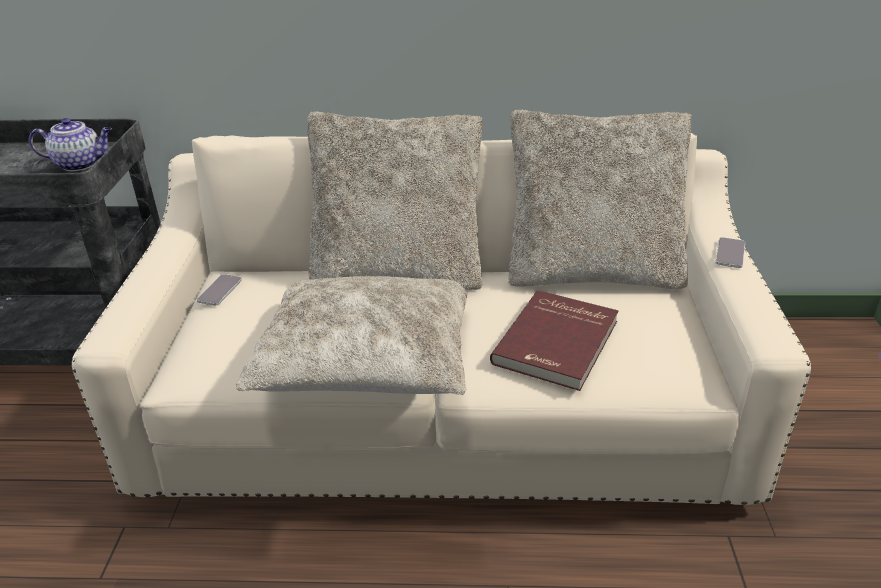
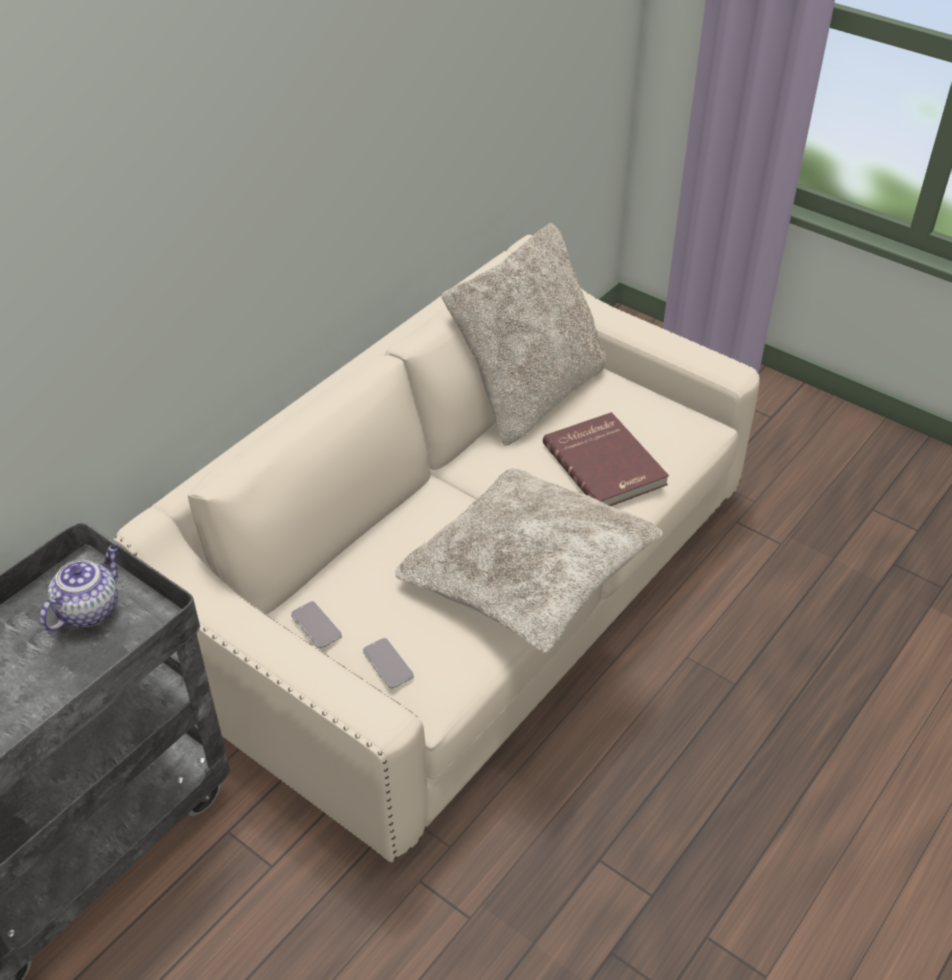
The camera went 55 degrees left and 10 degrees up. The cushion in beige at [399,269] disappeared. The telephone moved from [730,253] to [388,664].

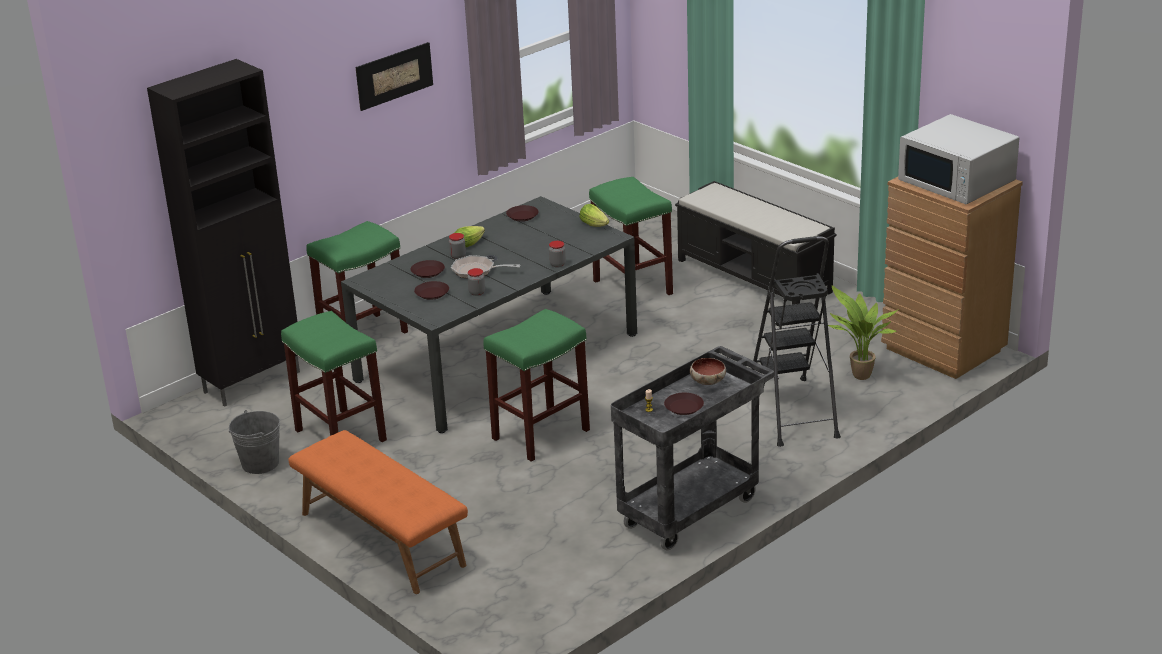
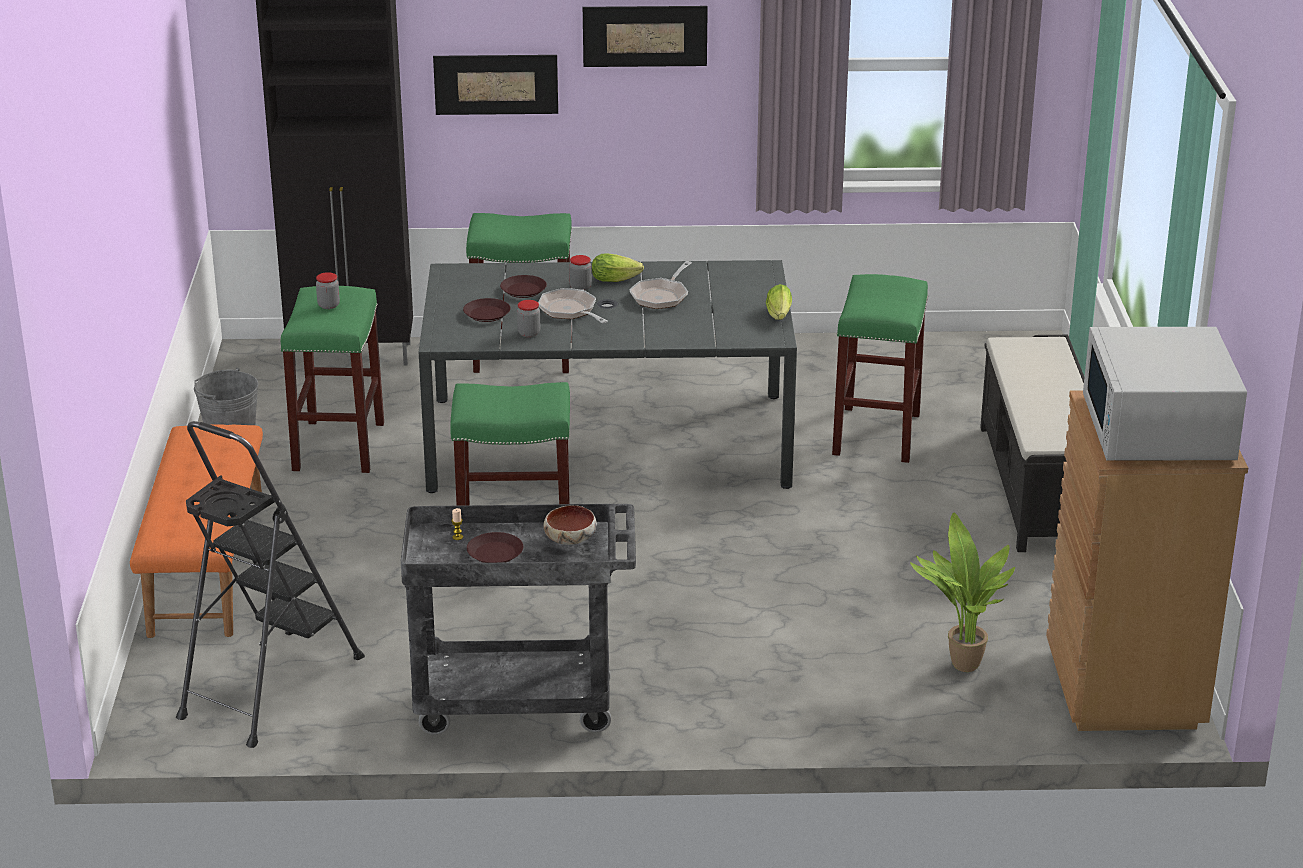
The camera went 40 degrees right and 0 degrees up. The flat dish in brown-coloured at [522,216] disappeared. The jar moved from [557,264] to [328,305]. The step ladder moved from [792,412] to [270,687]. The wall picture at [496,84] appeared. The skillet at [661,296] appeared.

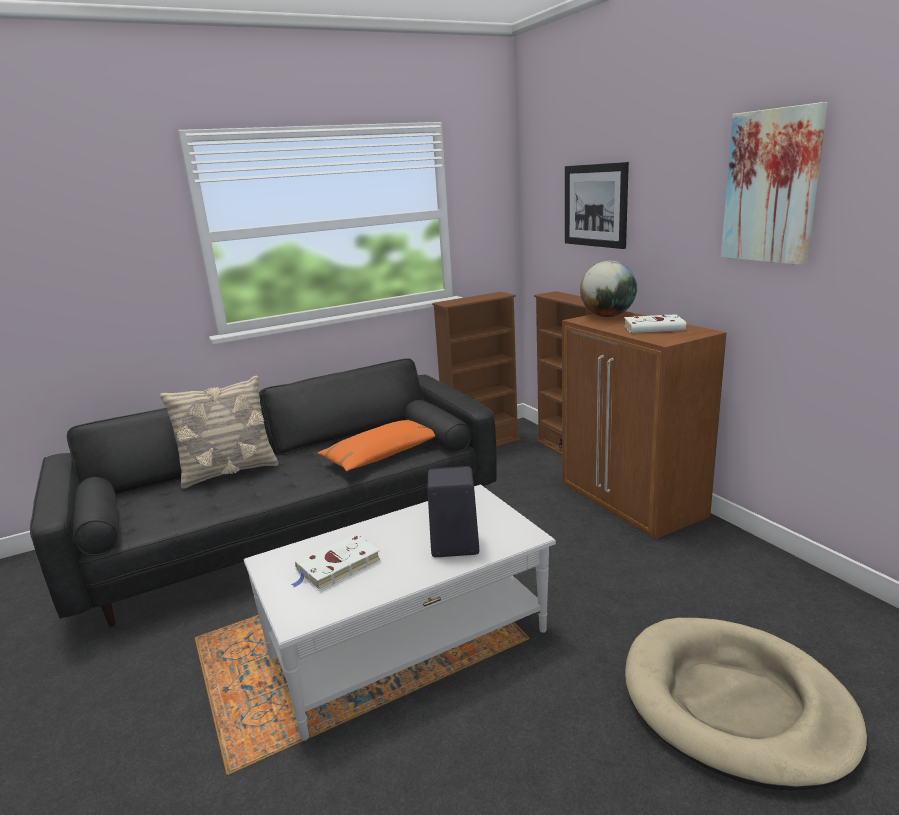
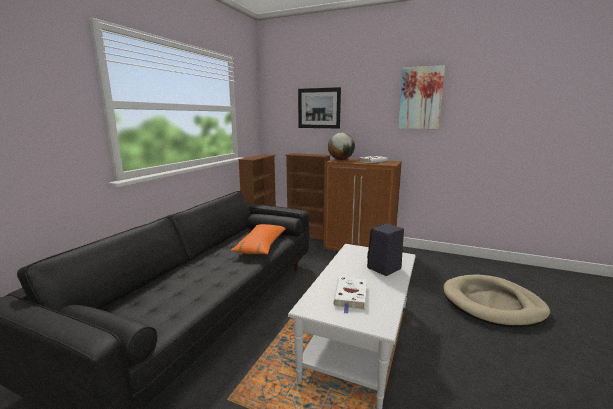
The camera went 40 degrees left and 5 degrees down. The cushion in beige at [229,472] disappeared.

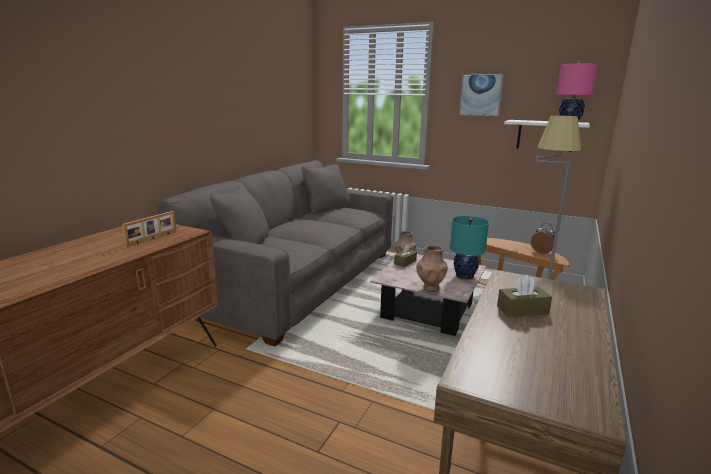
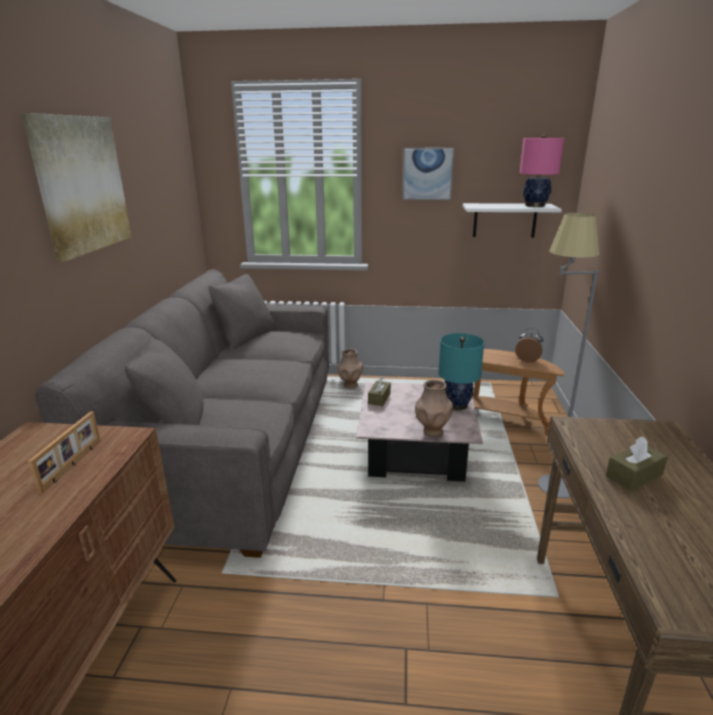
The camera went 20 degrees left and 5 degrees up. The wall picture at [81,185] appeared.

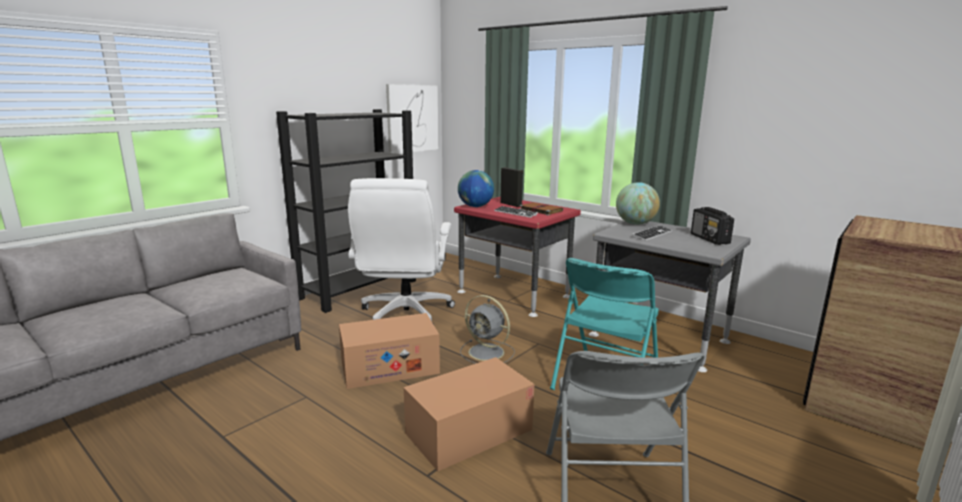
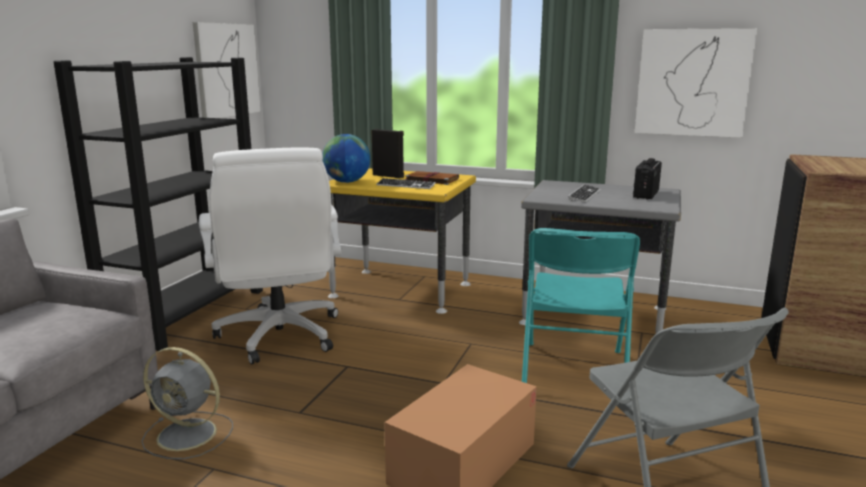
The camera went 20 degrees left and 0 degrees up. The cardboard box at [389,367] disappeared. The desk unit in red-coloured at [514,294] became the desk unit in yellow-coloured at [401,289]. The cooling fan in greyish moved from [487,353] to [189,435]. The desk globe at [635,224] disappeared. The radio set at [710,239] turned 60 degrees clockwise. The wall picture at [692,82] appeared.

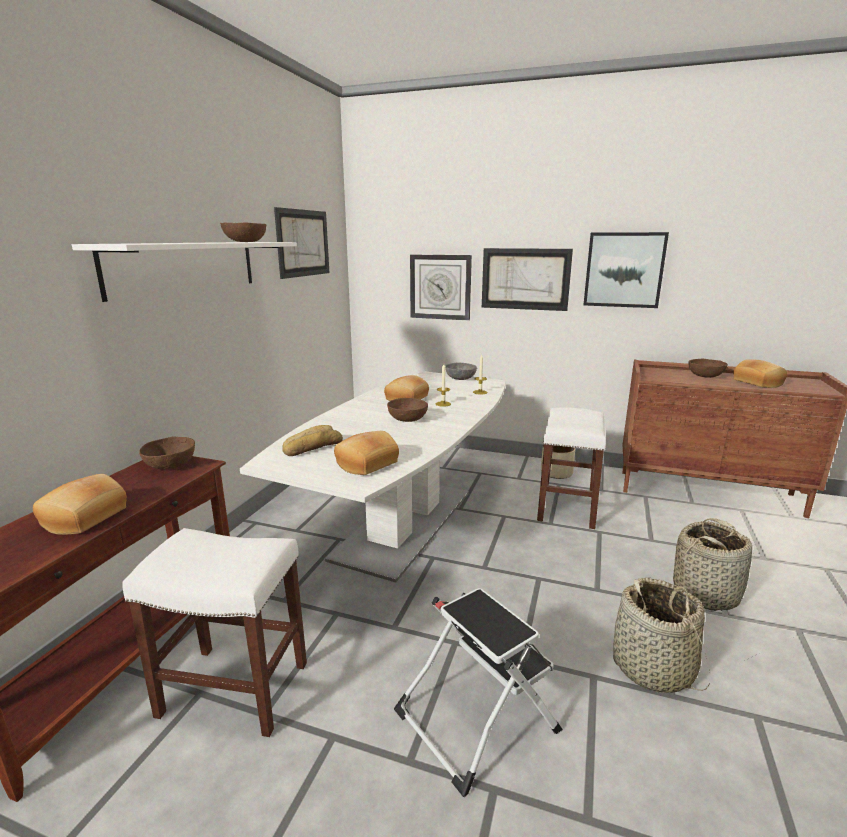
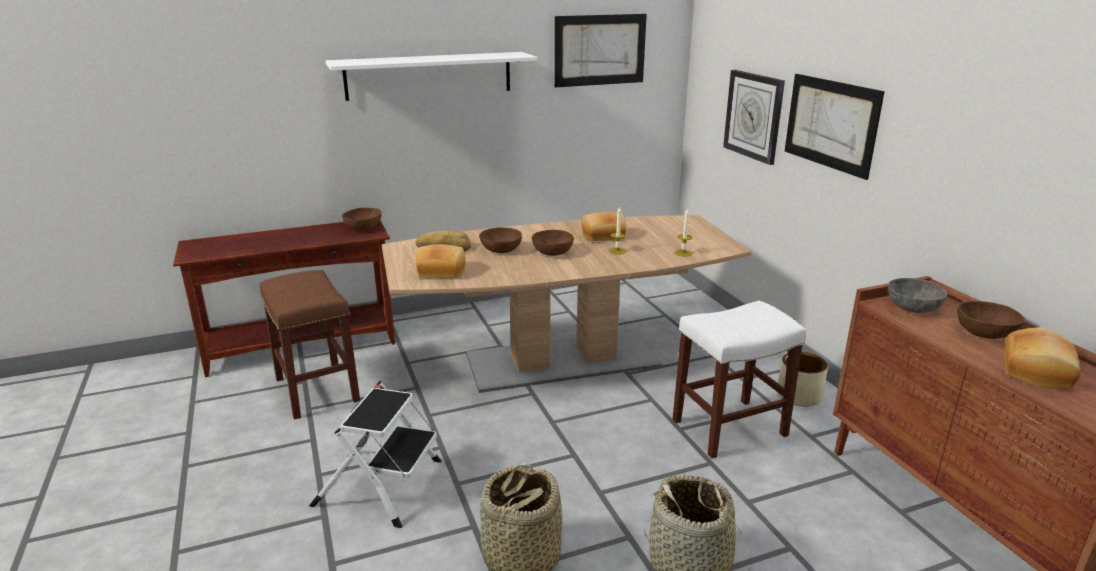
The camera went 50 degrees right and 5 degrees up. The bakery bread at [86,518] disappeared. The stool seat in white-coloured at [232,689] became the stool seat in brown-coloured at [316,389]. The serving bowl in brown-coloured moved from [245,242] to [500,250]. The dining table in white-coloured at [405,523] became the dining table in brown-coloured at [563,360]. The serving bowl in greyish moved from [460,378] to [912,308]. The wall picture at [624,270] disappeared.

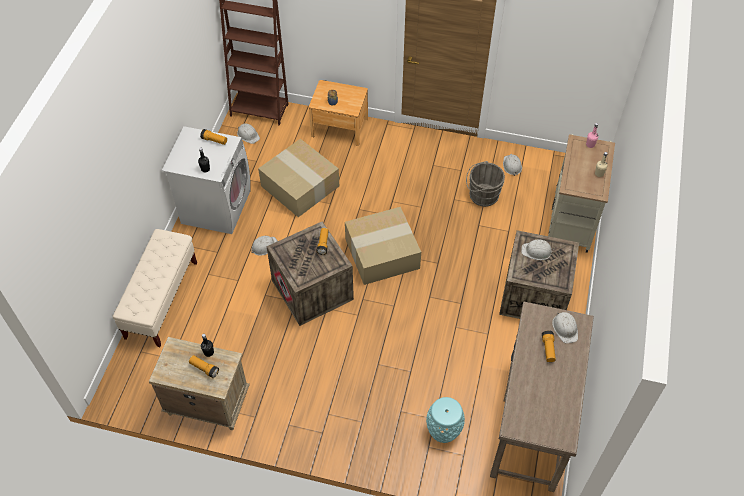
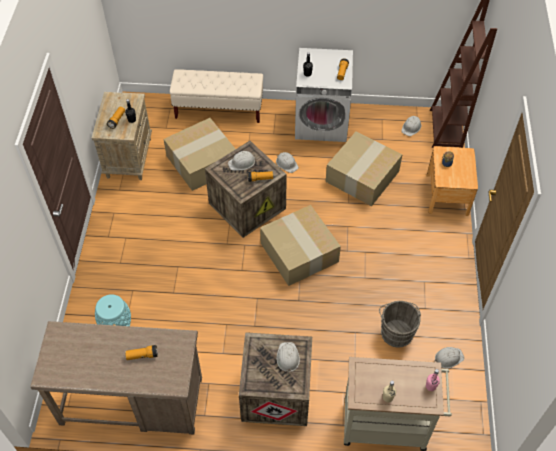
The camera went 80 degrees right and 0 degrees up. The hard hat in white-coloured moved from [565,328] to [242,163]. The cardboard box at [202,161] appeared.

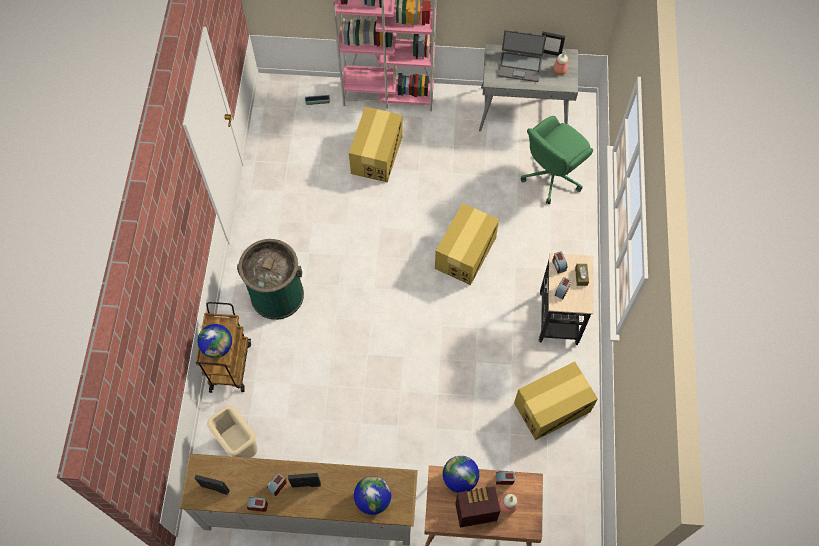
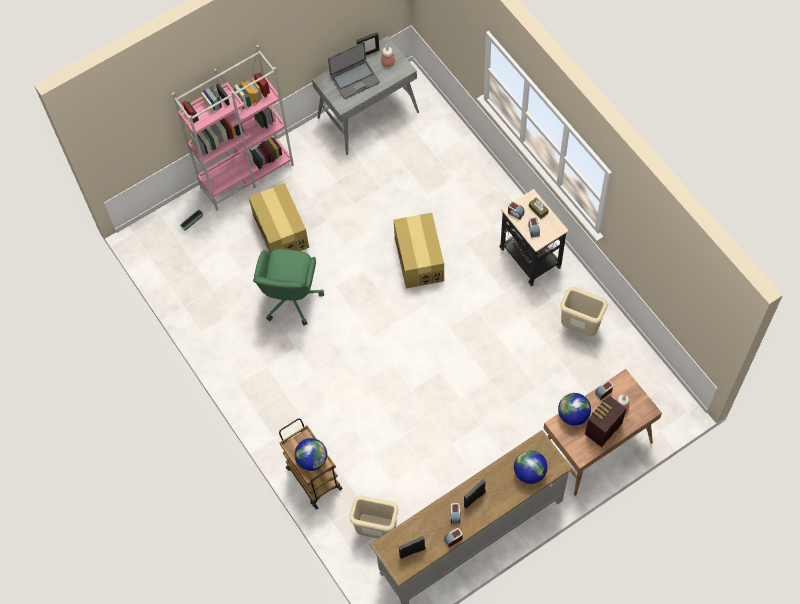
The camera went 35 degrees left and 0 degrees up. The trash can in green-coloured at [277,295] disappeared. The cardboard box at [552,407] was replaced by the trash can in beige at [580,327]. The computer chair in green-coloured moved from [551,178] to [291,300].

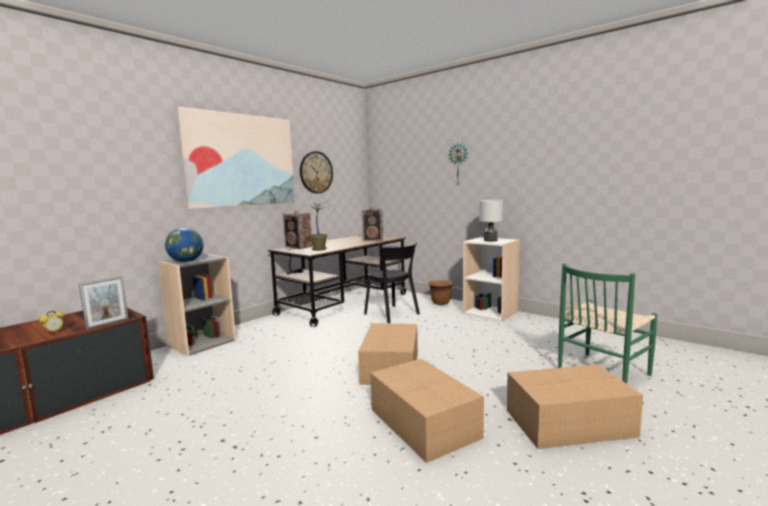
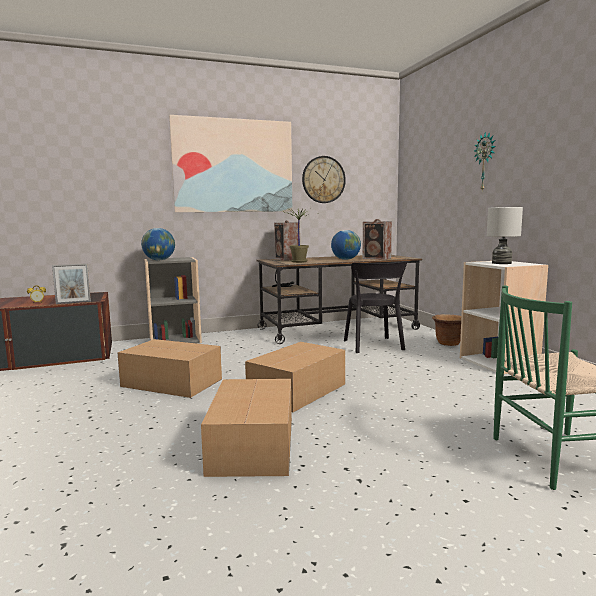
The camera went 30 degrees right and 0 degrees up. The cardboard box moved from [567,422] to [171,382]. The desk globe at [345,259] appeared.

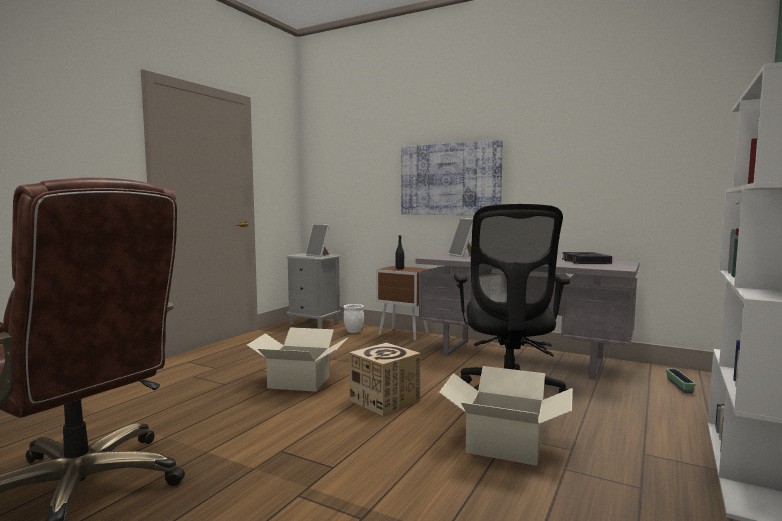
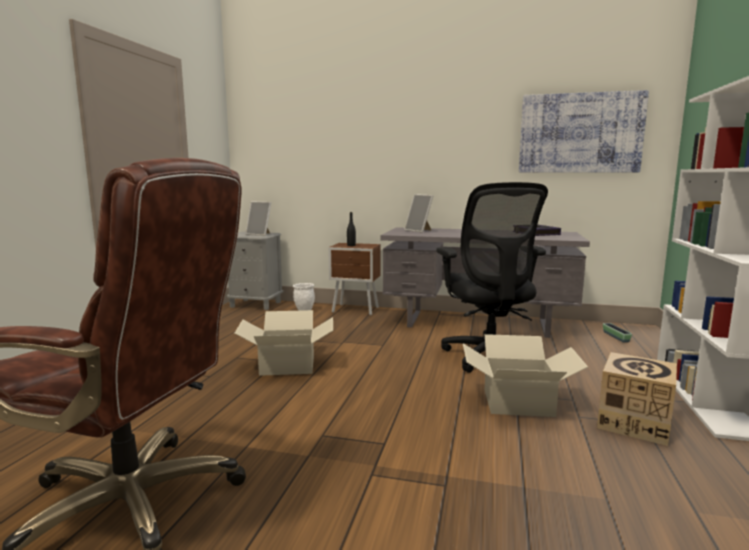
The camera went 15 degrees left and 5 degrees up. The cardboard box moved from [384,401] to [633,423]. The wall picture moved from [450,179] to [579,133].

